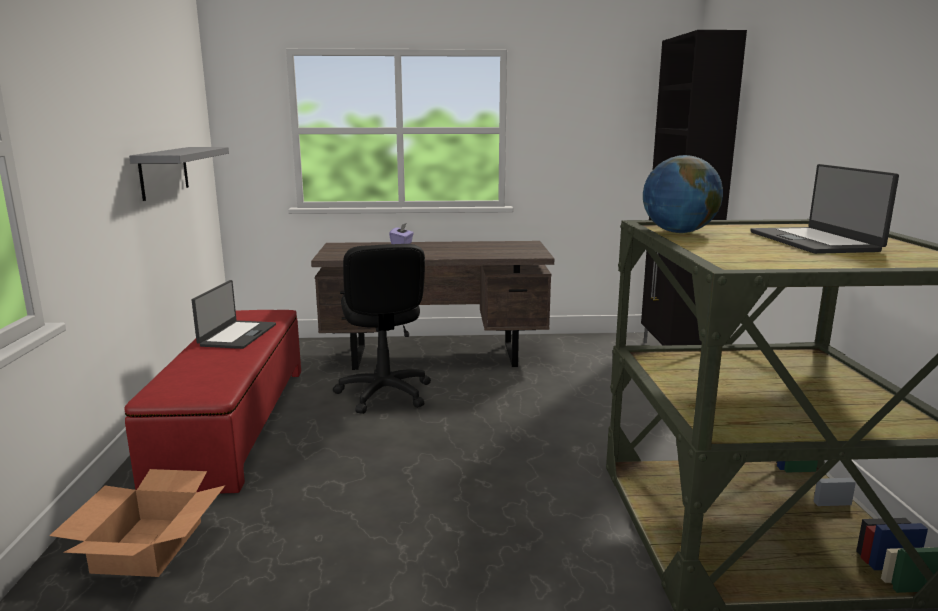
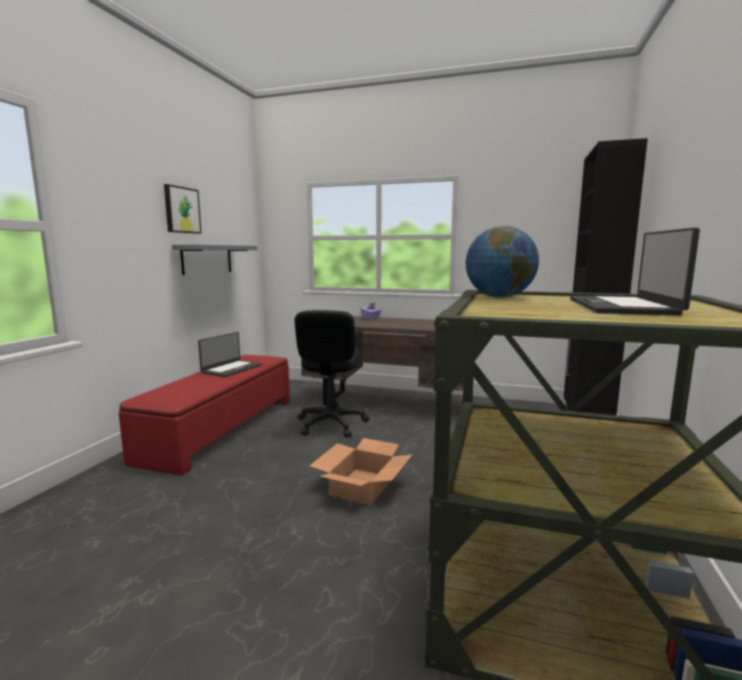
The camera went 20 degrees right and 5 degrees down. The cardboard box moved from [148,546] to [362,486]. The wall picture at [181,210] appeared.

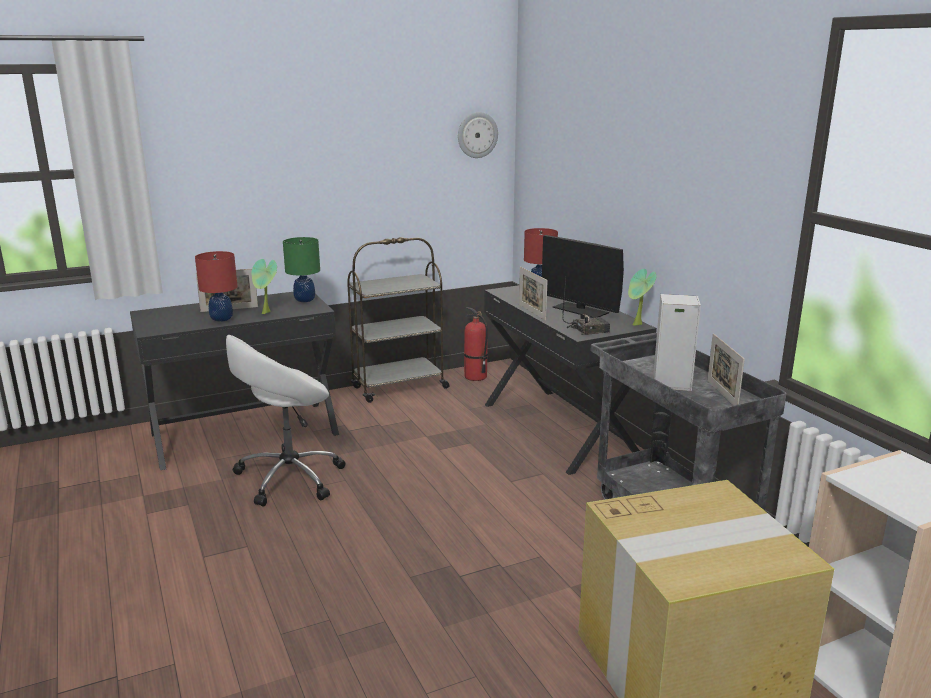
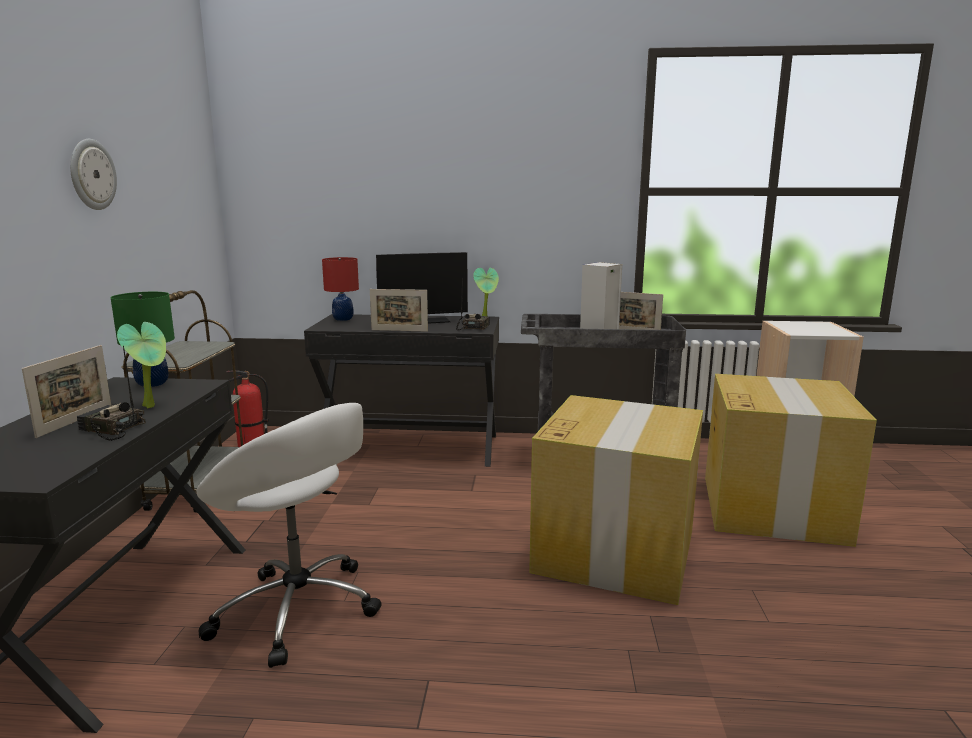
The camera went 60 degrees left and 5 degrees down. The tabletop lamp in red-coloured at [222,319] was replaced by the radio set at [111,429]. The computer chair in white-coloured at [287,478] turned 45 degrees counterclockwise. The hanging clock moved from [477,135] to [92,174]. The cardboard box at [615,550] appeared.

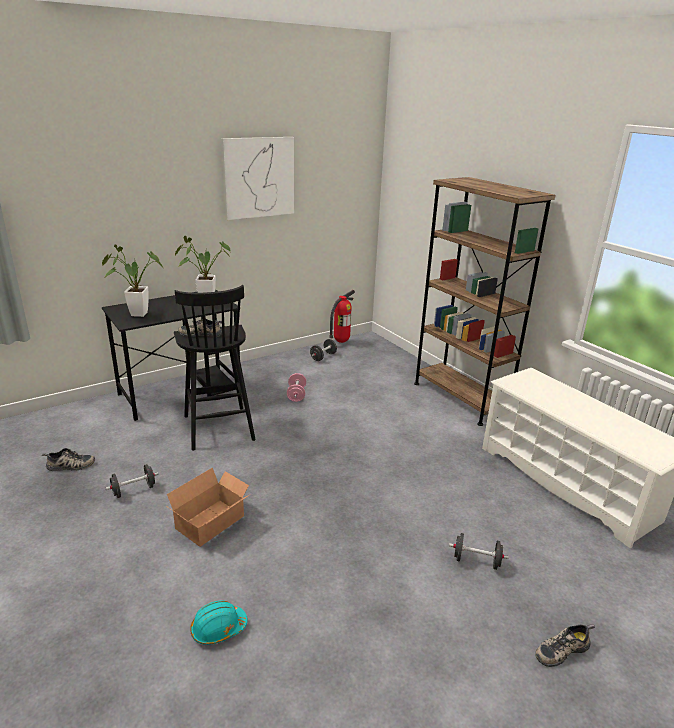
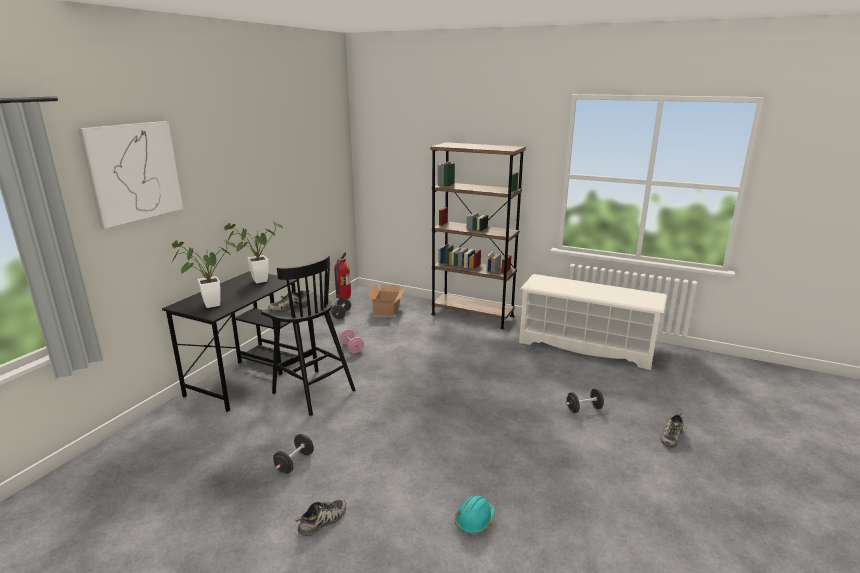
The camera went 30 degrees left and 5 degrees down. The shoe moved from [70,466] to [323,521]. The cardboard box moved from [213,522] to [388,309]. The wall picture moved from [258,177] to [134,172].

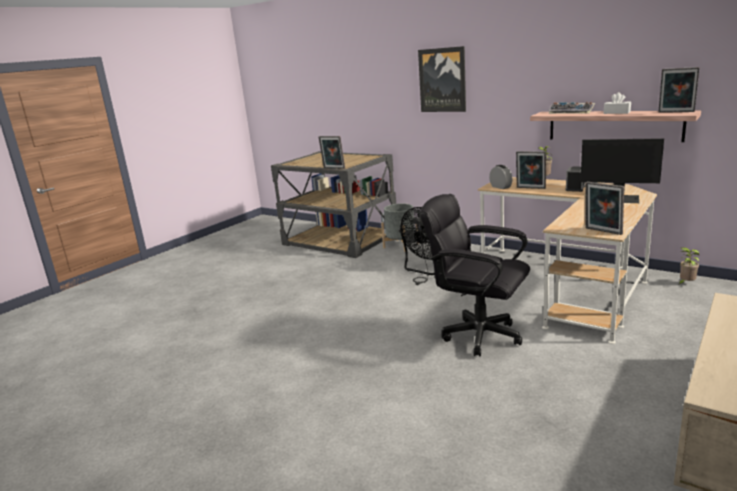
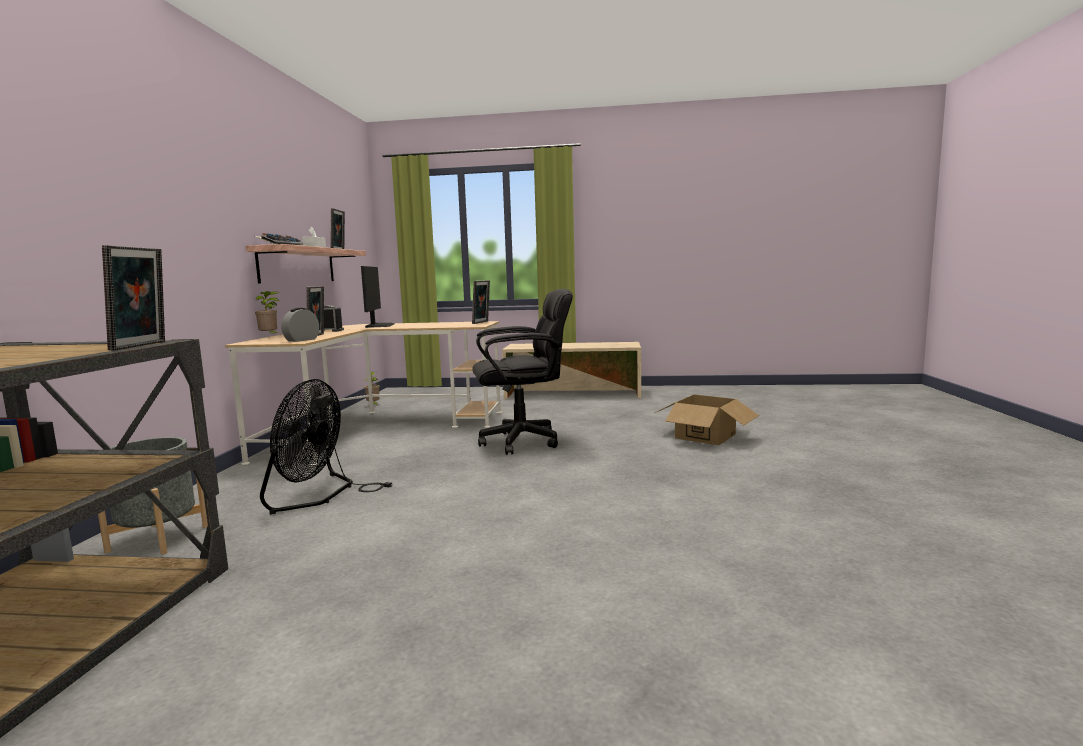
The camera went 120 degrees left and 10 degrees down. The wall picture at [442,80] disappeared. The computer chair in black-coloured at [477,337] turned 105 degrees counterclockwise. The cardboard box at [704,436] appeared.

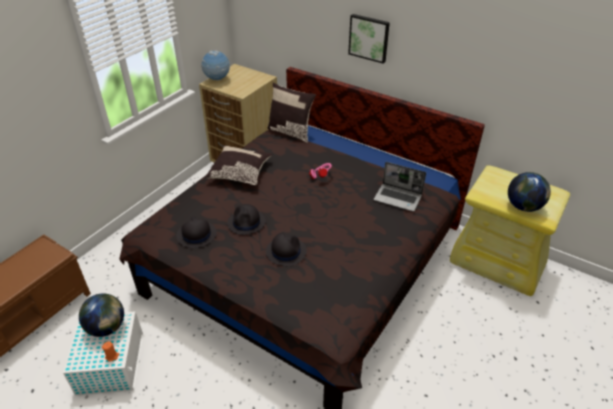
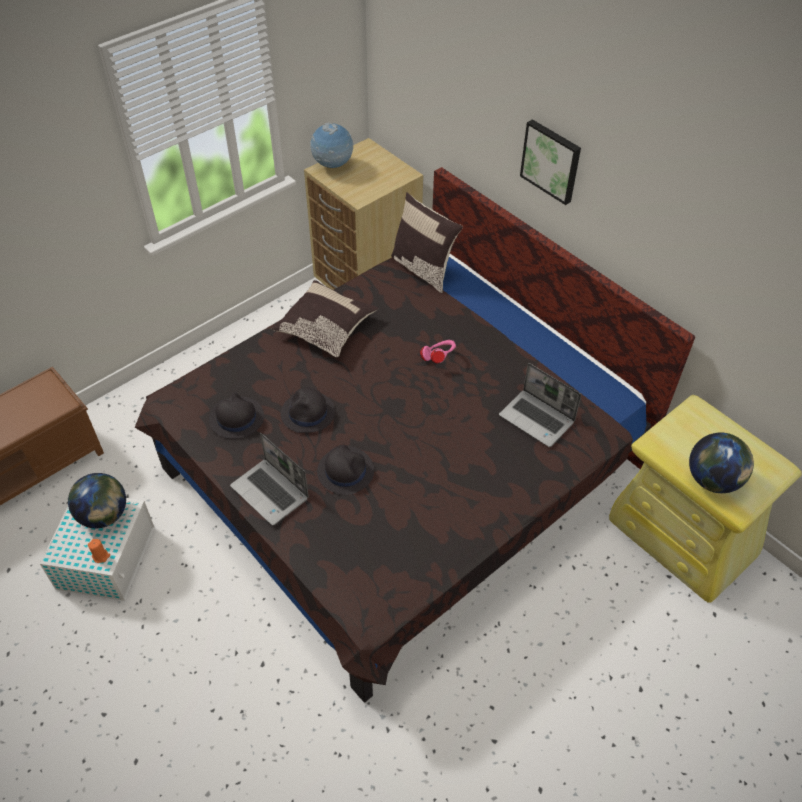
The camera went 15 degrees right and 10 degrees up. The portable computer at [271,492] appeared.

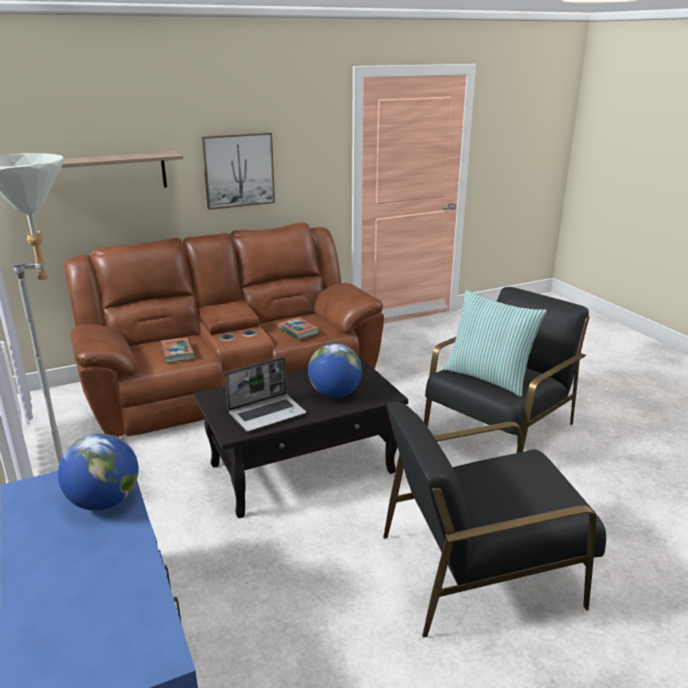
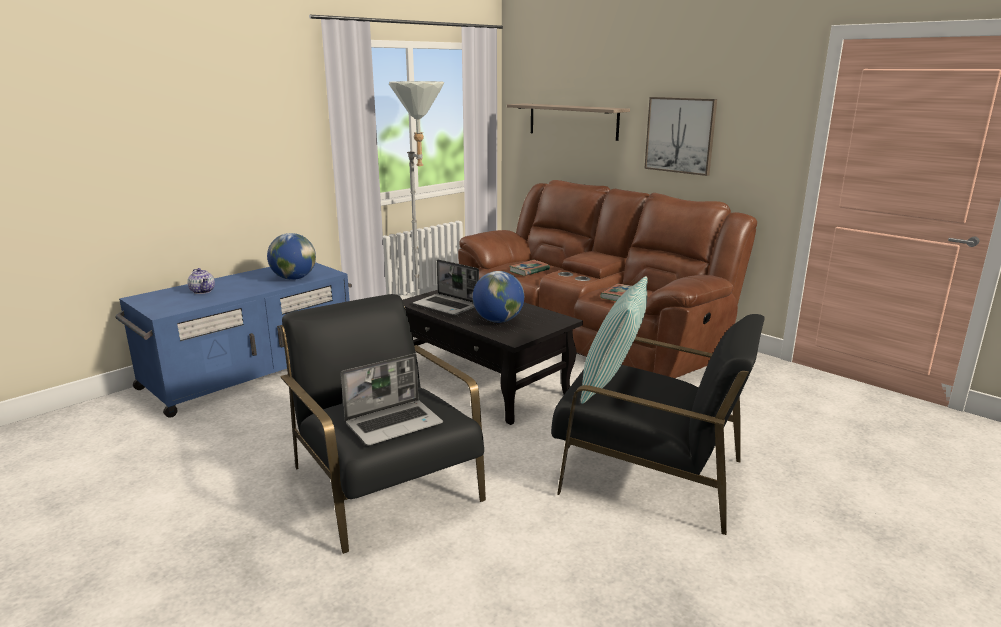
The camera went 70 degrees right and 5 degrees down. The teapot at [203,291] appeared. The portable computer at [394,423] appeared.

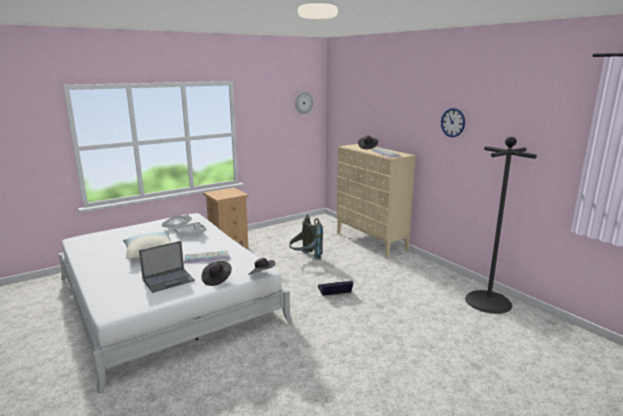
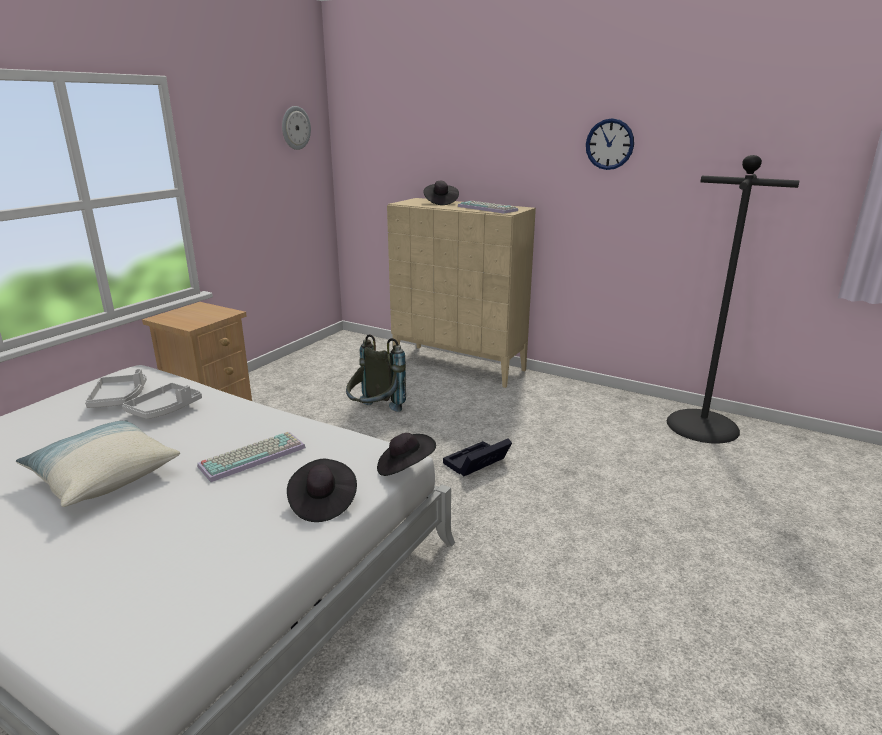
The camera went 25 degrees left and 5 degrees up. The portable computer at [169,280] disappeared.

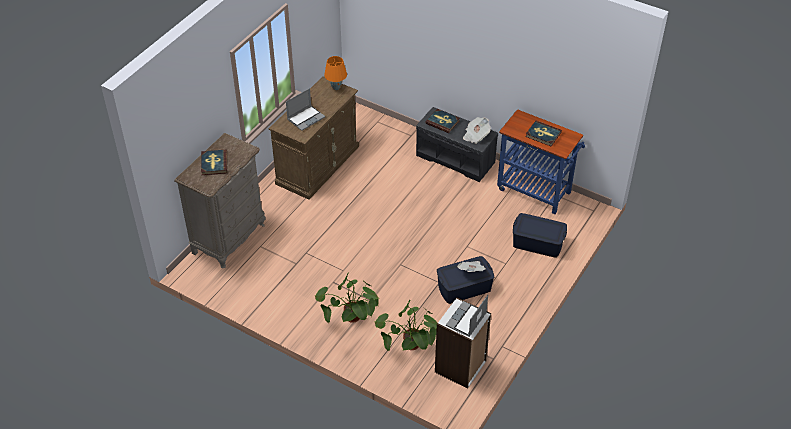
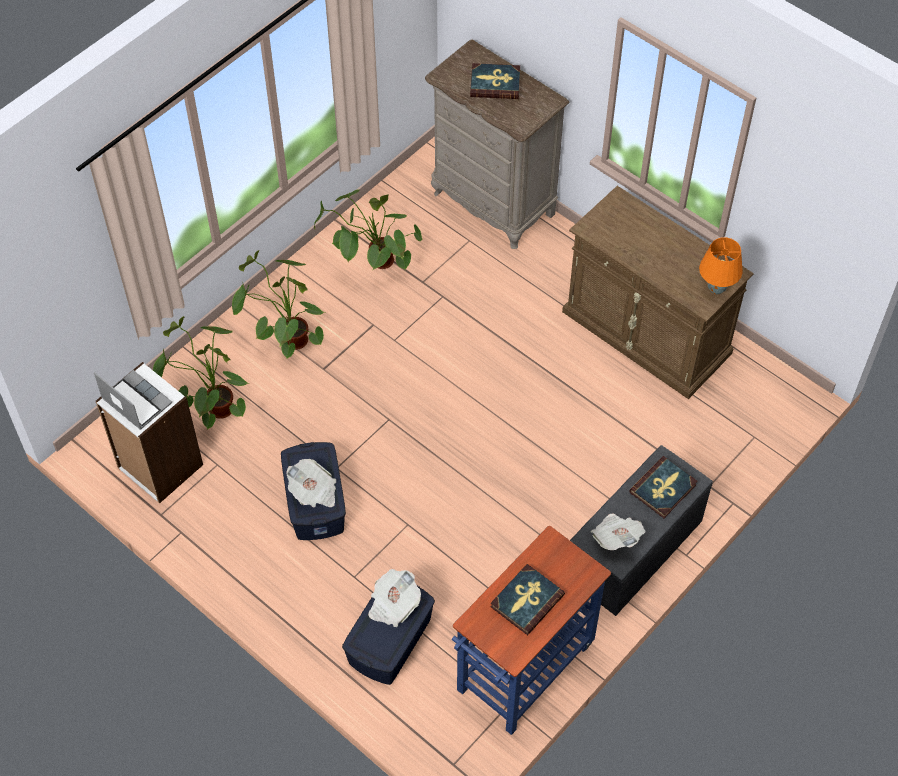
The camera went 100 degrees right and 10 degrees up. The portable computer at [306,118] disappeared. The potted plant at [371,265] appeared. The daily paper at [393,604] appeared.

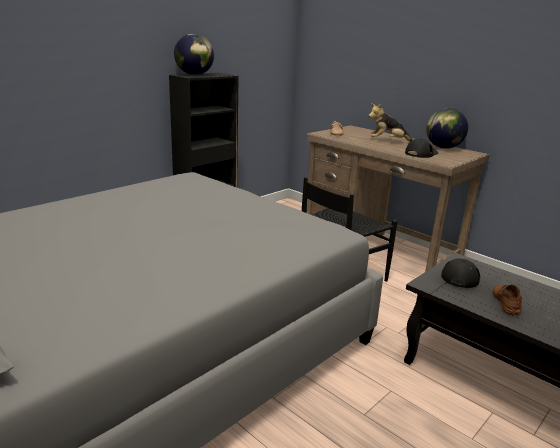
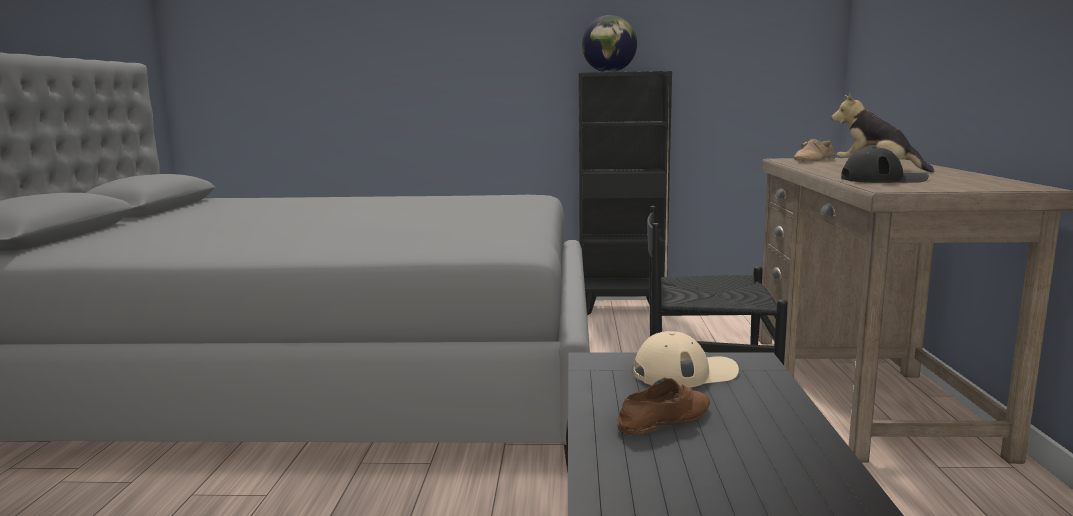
The camera went 50 degrees right and 10 degrees down. The desk globe at [443,147] disappeared. The cap in black-coloured at [460,276] became the cap in beige at [685,372].

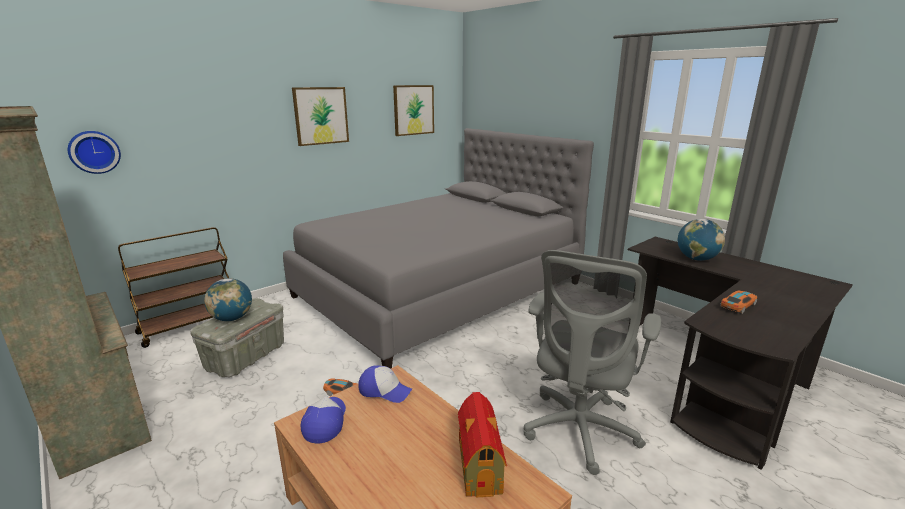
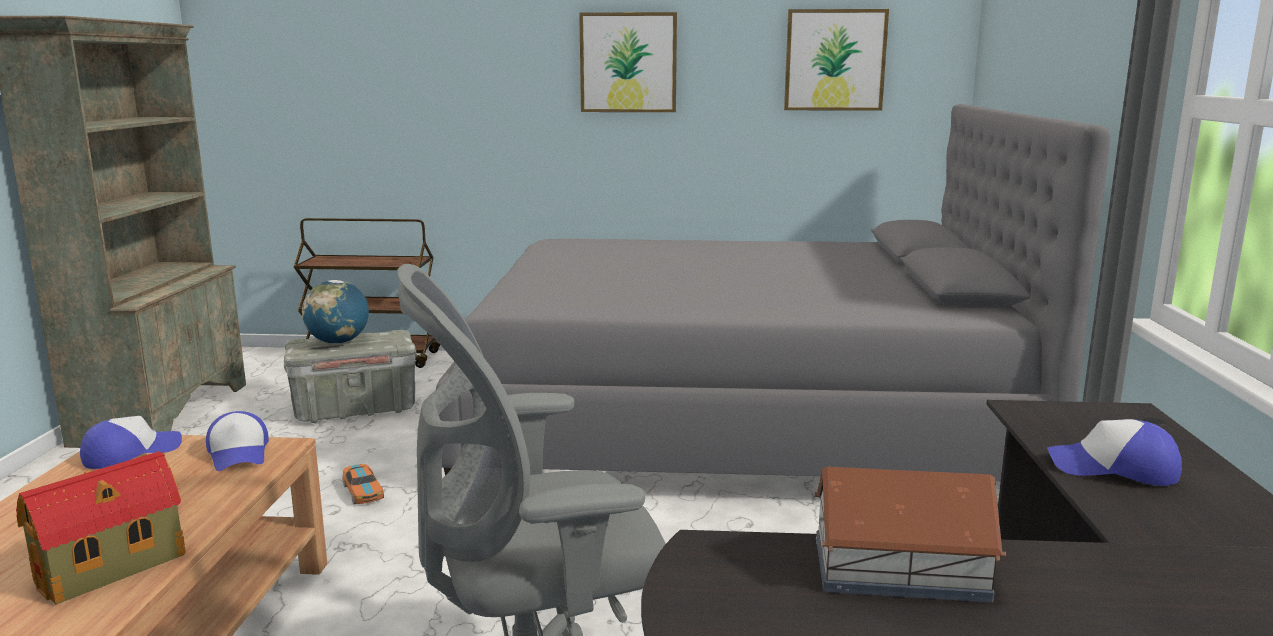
The camera went 45 degrees right and 5 degrees down. The hanging clock at [94,152] disappeared. The desk globe at [696,259] was replaced by the cap at [1113,469]. The model car at [737,305] was replaced by the miniature house at [897,568].

